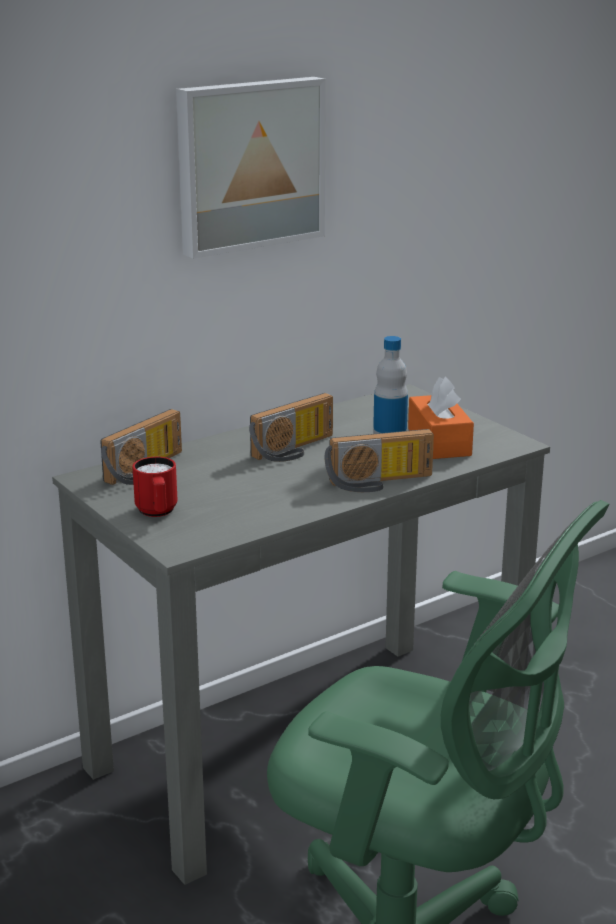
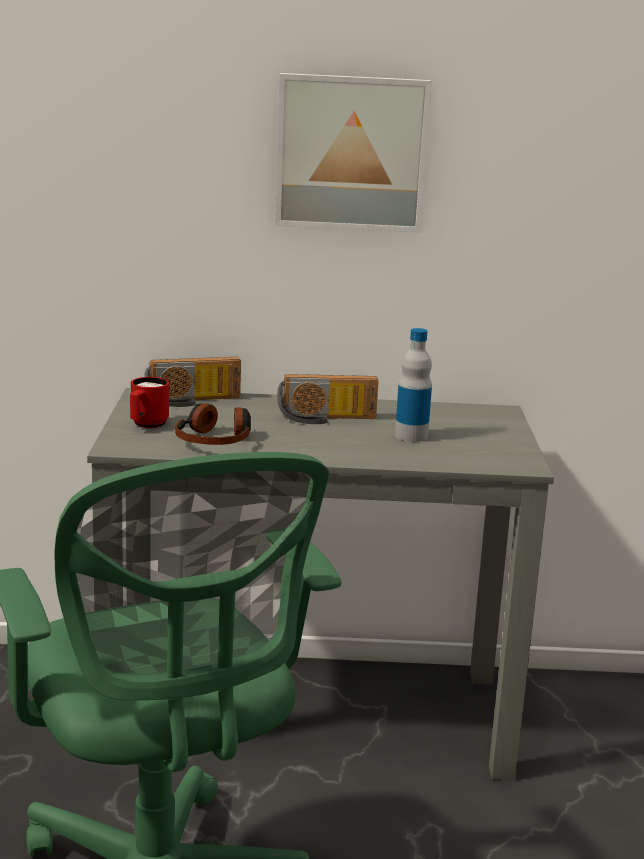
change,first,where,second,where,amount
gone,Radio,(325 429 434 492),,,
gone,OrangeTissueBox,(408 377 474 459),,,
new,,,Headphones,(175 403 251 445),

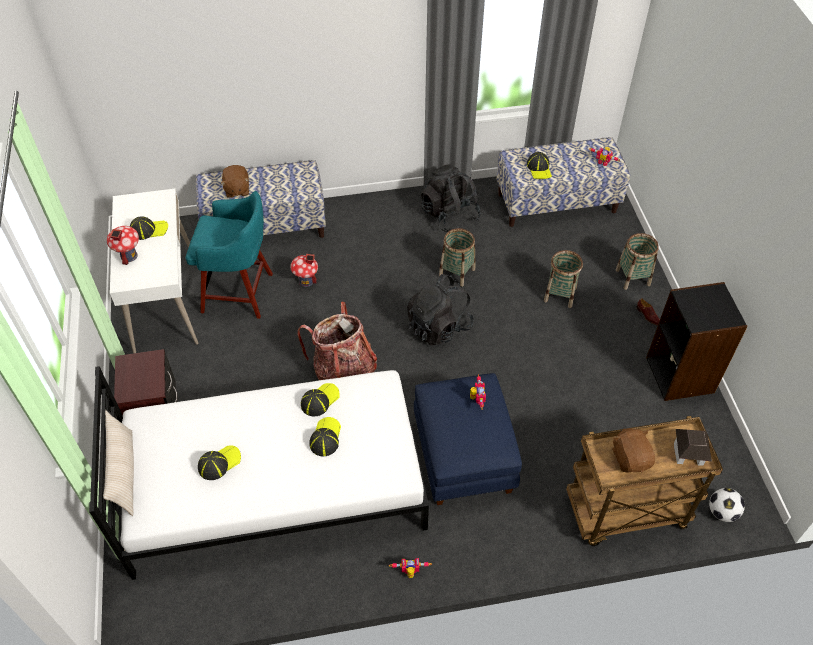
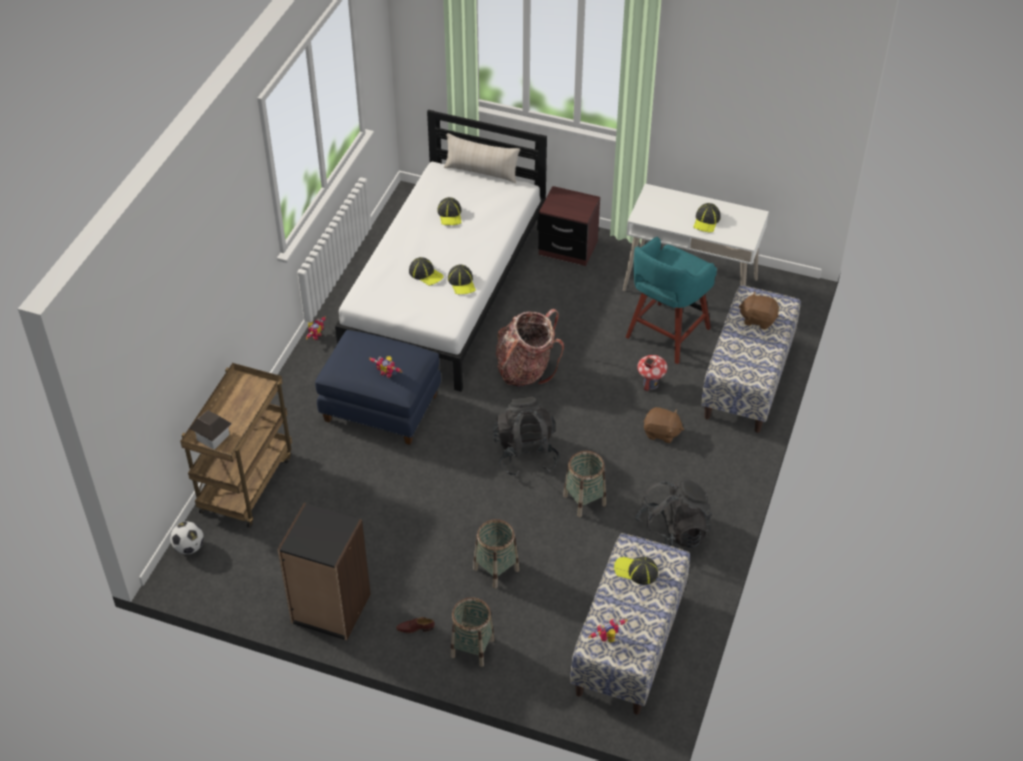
change,first,where,second,where,amount
gone,ToyHouse,(107 226 139 265),,,
shifted,BrownPlushToy,(612 428 655 472),,(644 407 684 443),

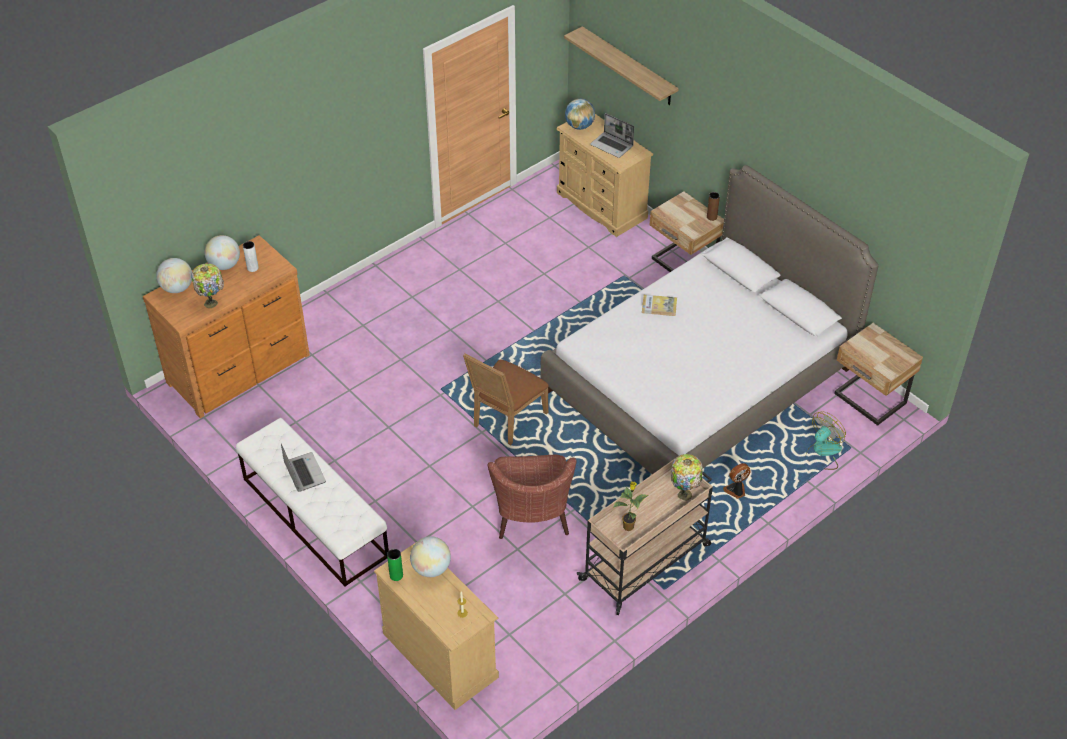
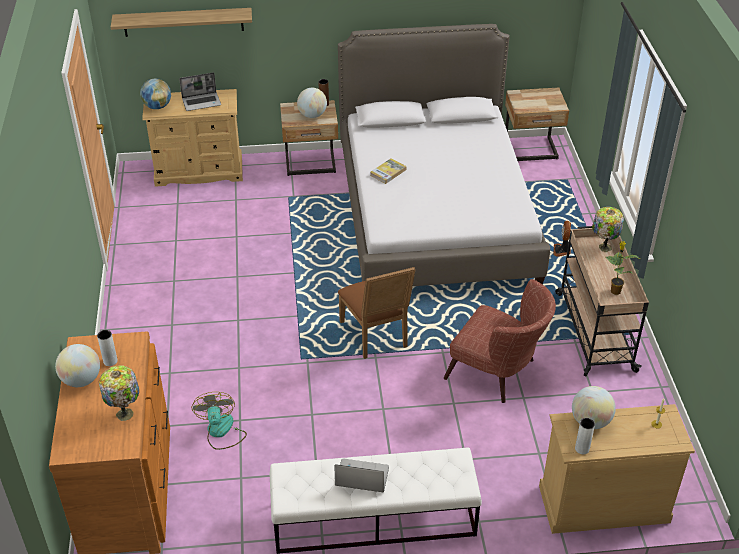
change,first,where,second,where,amount
shifted,Globe,(156 258 192 293),,(297 88 327 118),
shifted,Fan,(808 411 846 470),,(191 392 247 450),
repainted,GreenVase,(387 549 403 581),GreyVase,(575 418 595 454),

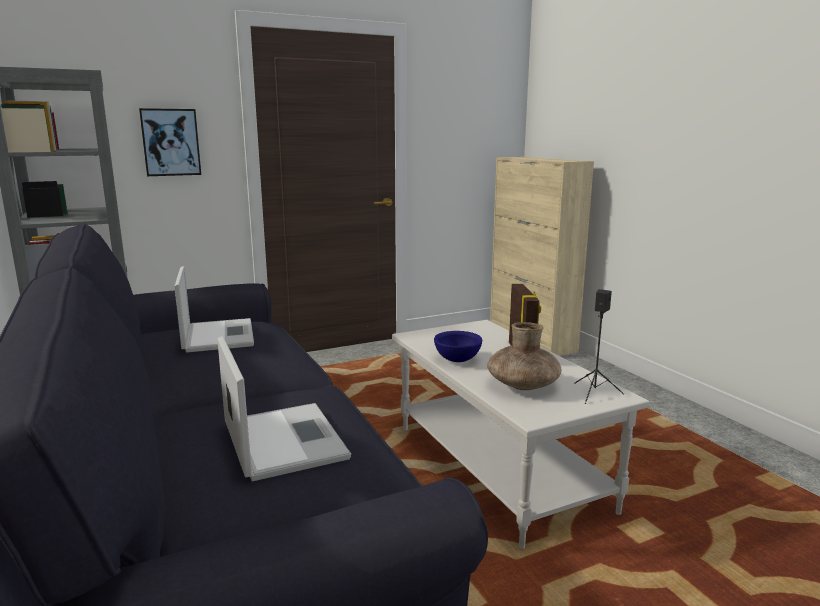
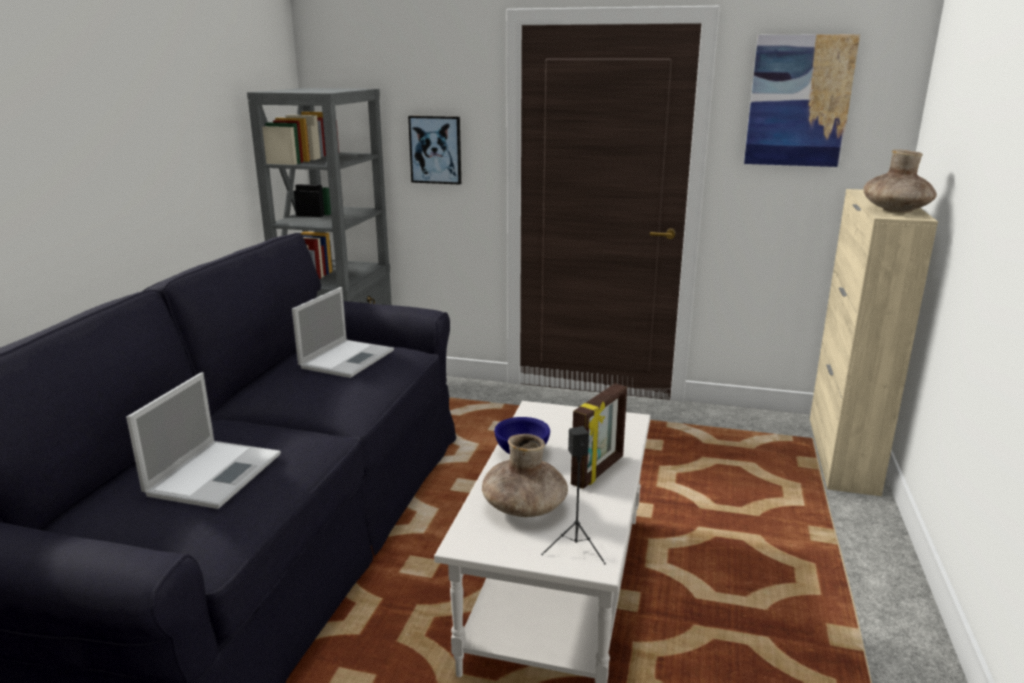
change,first,where,second,where,amount
new,,,Picture,(744 34 860 167),
new,,,BrownVase,(863 149 937 213),

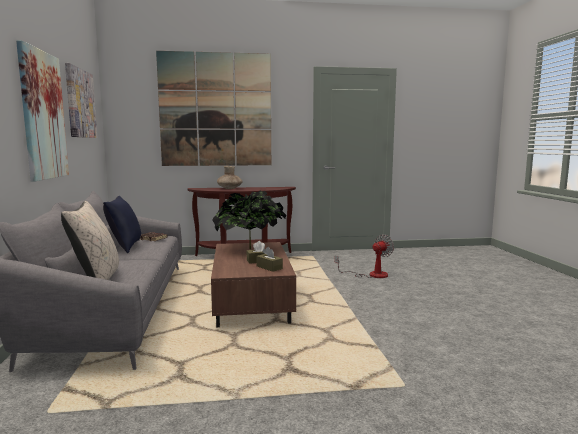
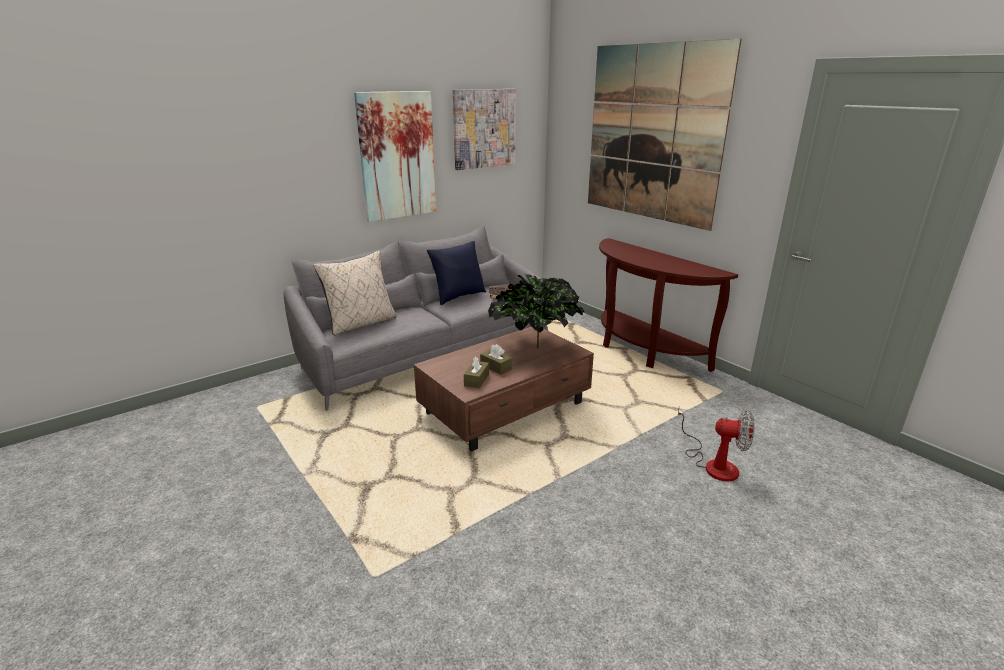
change,first,where,second,where,amount
gone,BrownVase,(217 166 242 189),,,

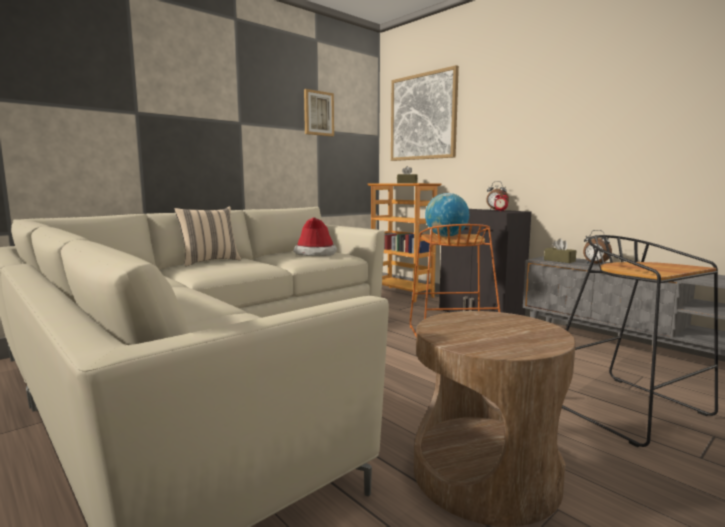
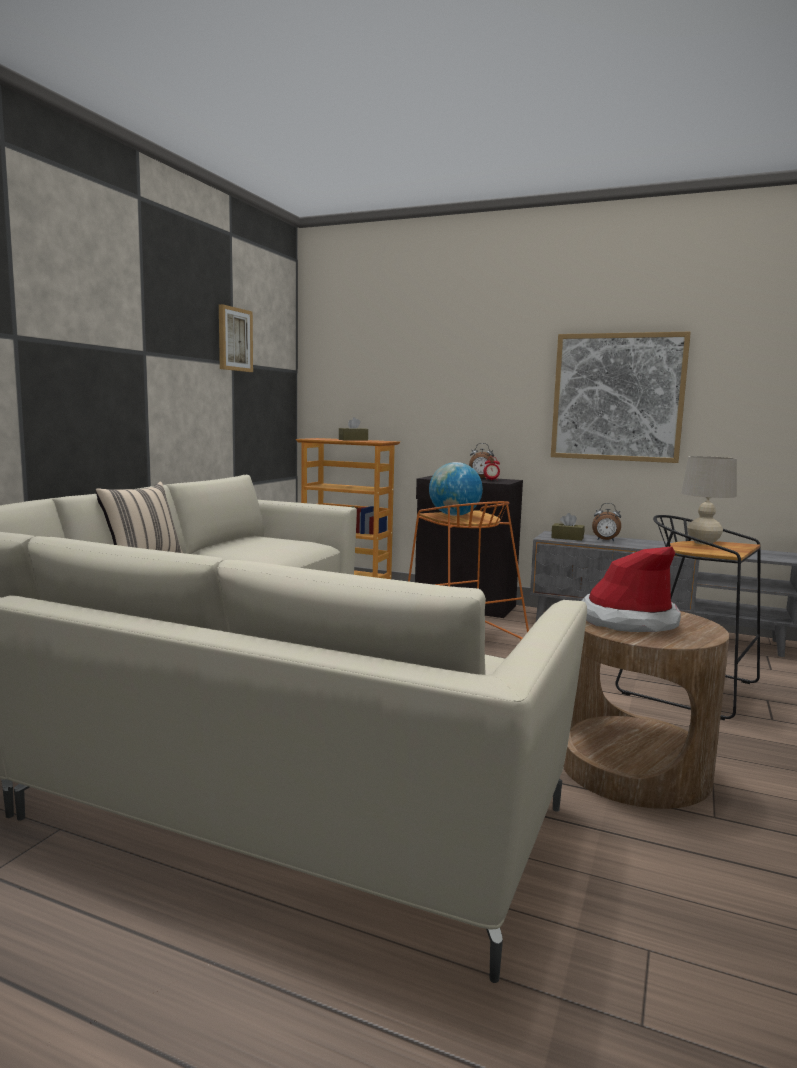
change,first,where,second,where,amount
new,,,BeigeTableLamp,(681 456 737 545),
shifted,Hat,(293 217 337 256),,(582 546 681 632),
shifted,Picture,(391 65 459 161),,(551 332 691 463),

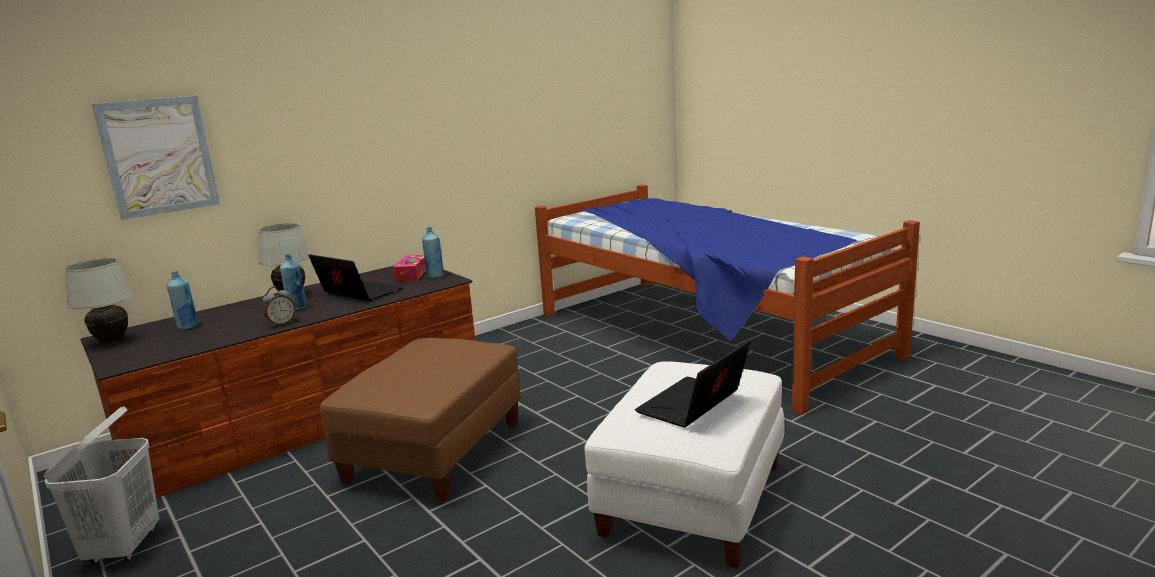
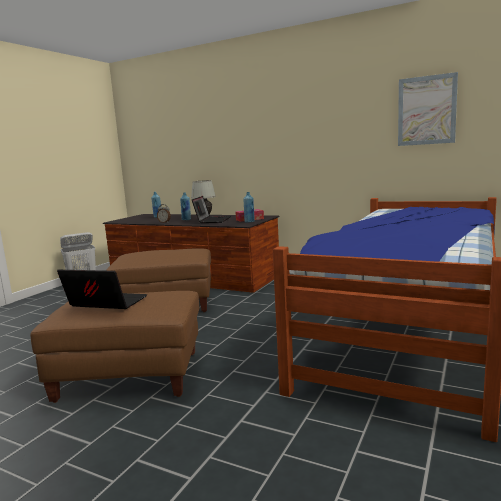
change,first,where,second,where,amount
gone,WhiteTableLamp,(65 258 134 343),,,
shifted,Picture,(92 96 220 220),,(398 72 458 146),
repainted,WhiteOttoman,(584 361 785 568),BrownOttoman,(30 291 199 403),

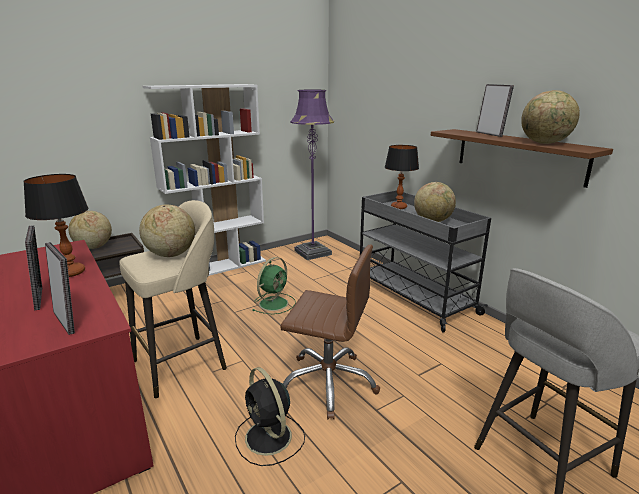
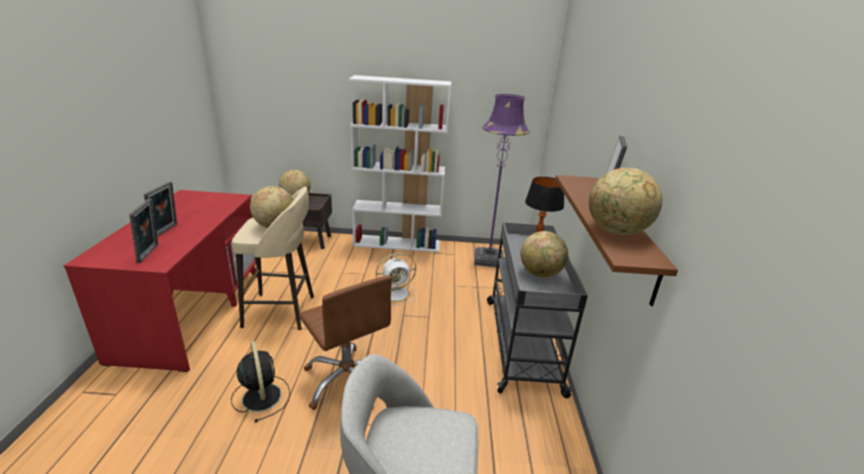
change,first,where,second,where,amount
gone,TableLamp,(23 174 88 277),,,
repainted,GreenFan,(253 257 296 314),WhiteFan,(376 253 416 305),
rotated,BlackFan,(235 367 305 466),,(231 341 290 422),150 degrees clockwise

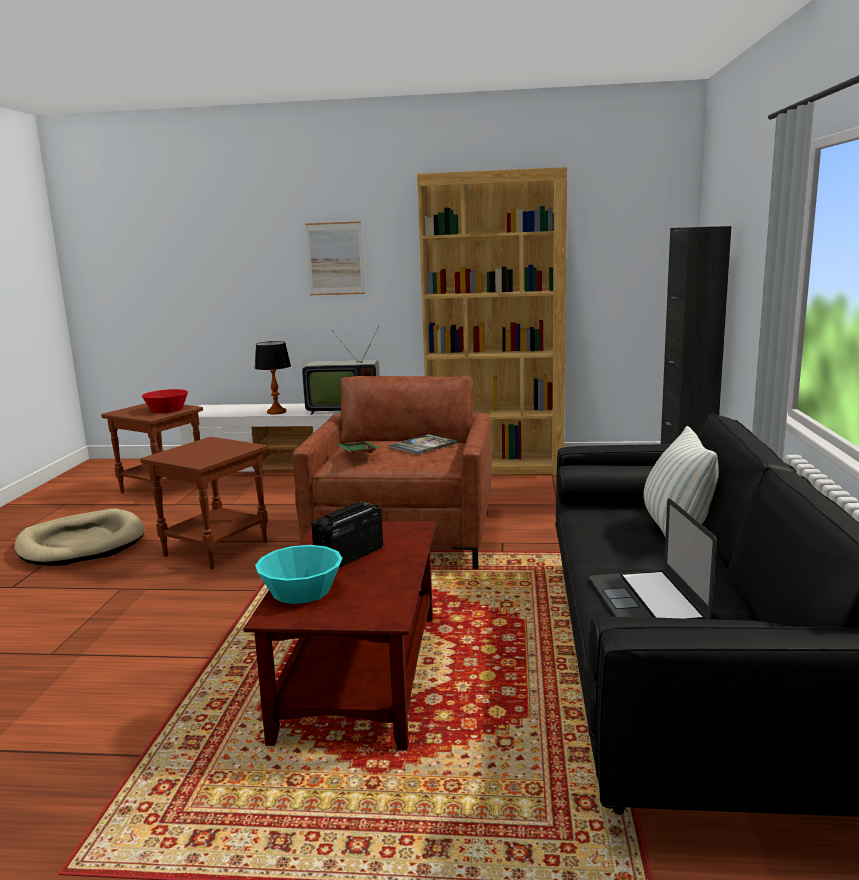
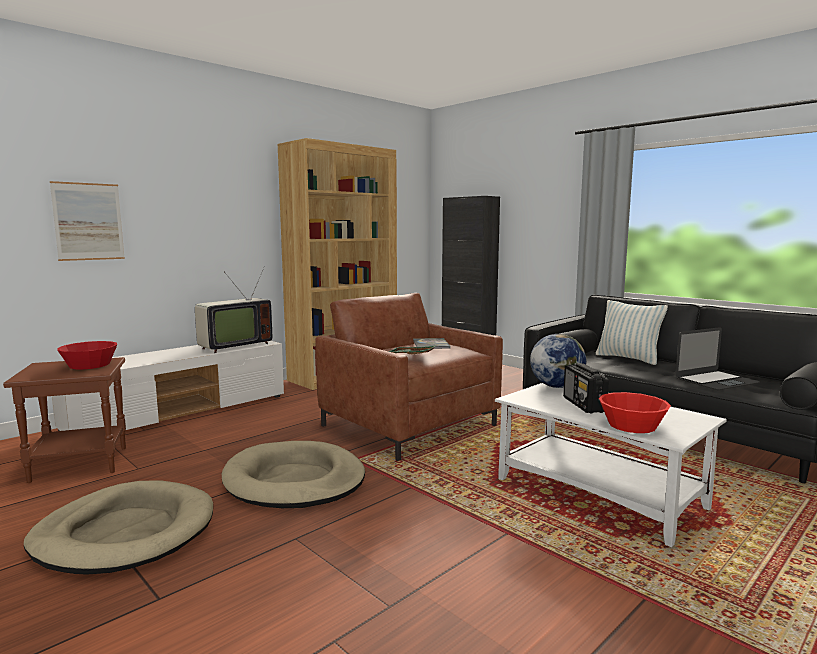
change,first,where,second,where,amount
gone,TableLamp,(254 341 291 414),,,
new,,,Globe,(530 334 586 388),
shifted,Picture,(305 221 365 295),,(50 181 125 261),
swapped,BrownSideTable,(140 437 268 569),BeigeDogBed,(222 441 365 508),
repainted,BrownCoffeeTable,(243 521 436 750),WhiteCoffeeTable,(495 383 727 547),
repainted,TurquoiseBowl,(255 545 343 604),RedBowl,(599 392 671 433),
rotated,Laptop,(589 498 717 619),,(675 327 760 390),60 degrees counterclockwise

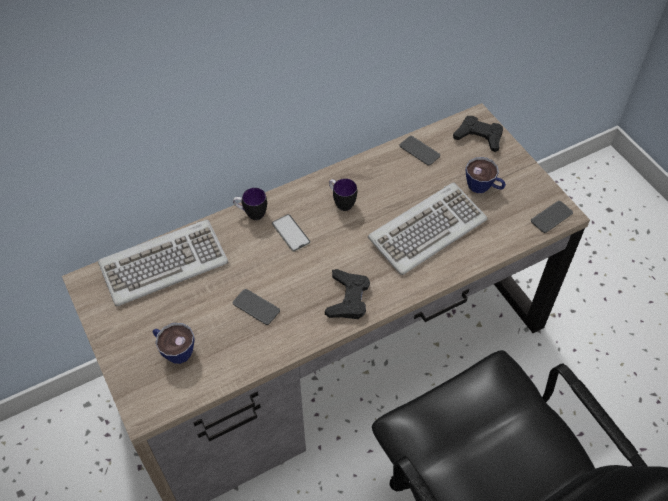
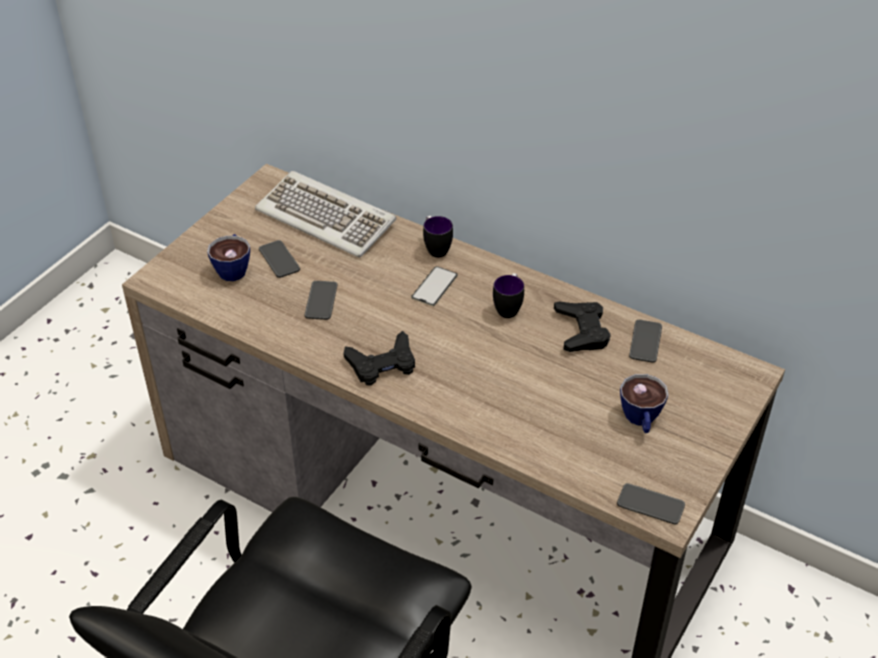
change,first,where,second,where,amount
gone,Keyboard,(368 182 487 275),,,
new,,,Phone,(259 240 300 278),
shifted,BlackGameController,(453 116 503 152),,(554 301 611 352),

